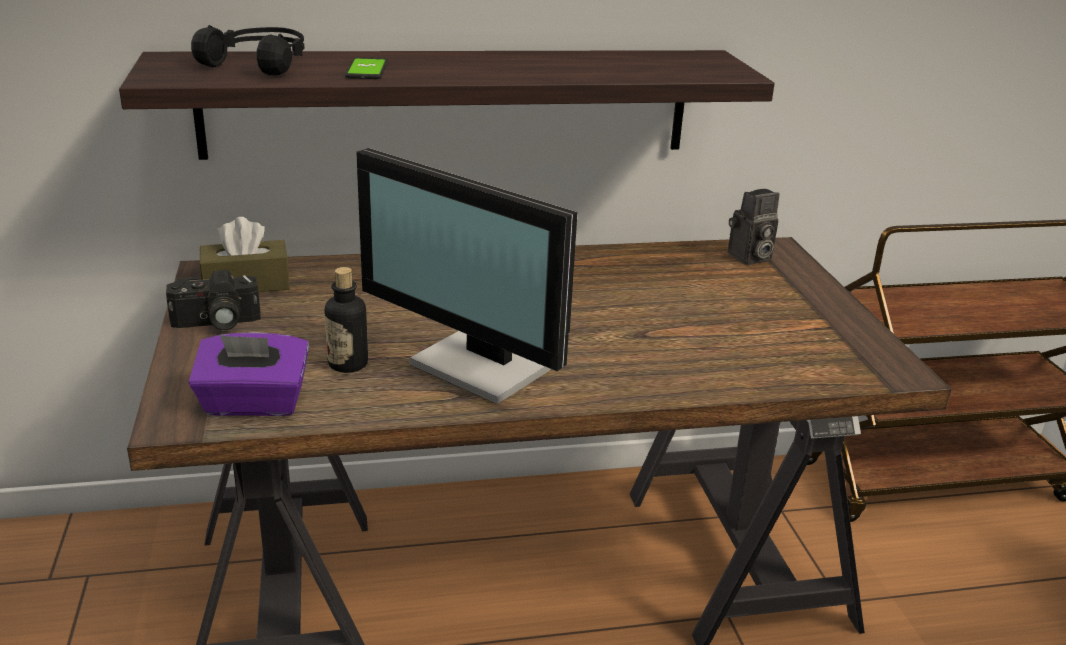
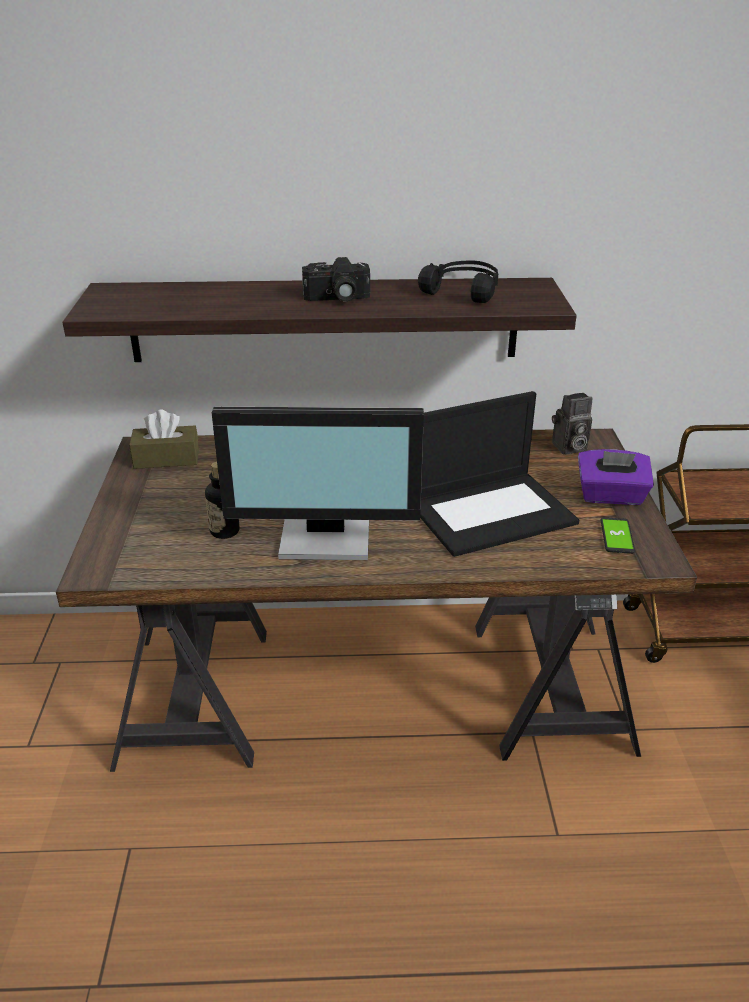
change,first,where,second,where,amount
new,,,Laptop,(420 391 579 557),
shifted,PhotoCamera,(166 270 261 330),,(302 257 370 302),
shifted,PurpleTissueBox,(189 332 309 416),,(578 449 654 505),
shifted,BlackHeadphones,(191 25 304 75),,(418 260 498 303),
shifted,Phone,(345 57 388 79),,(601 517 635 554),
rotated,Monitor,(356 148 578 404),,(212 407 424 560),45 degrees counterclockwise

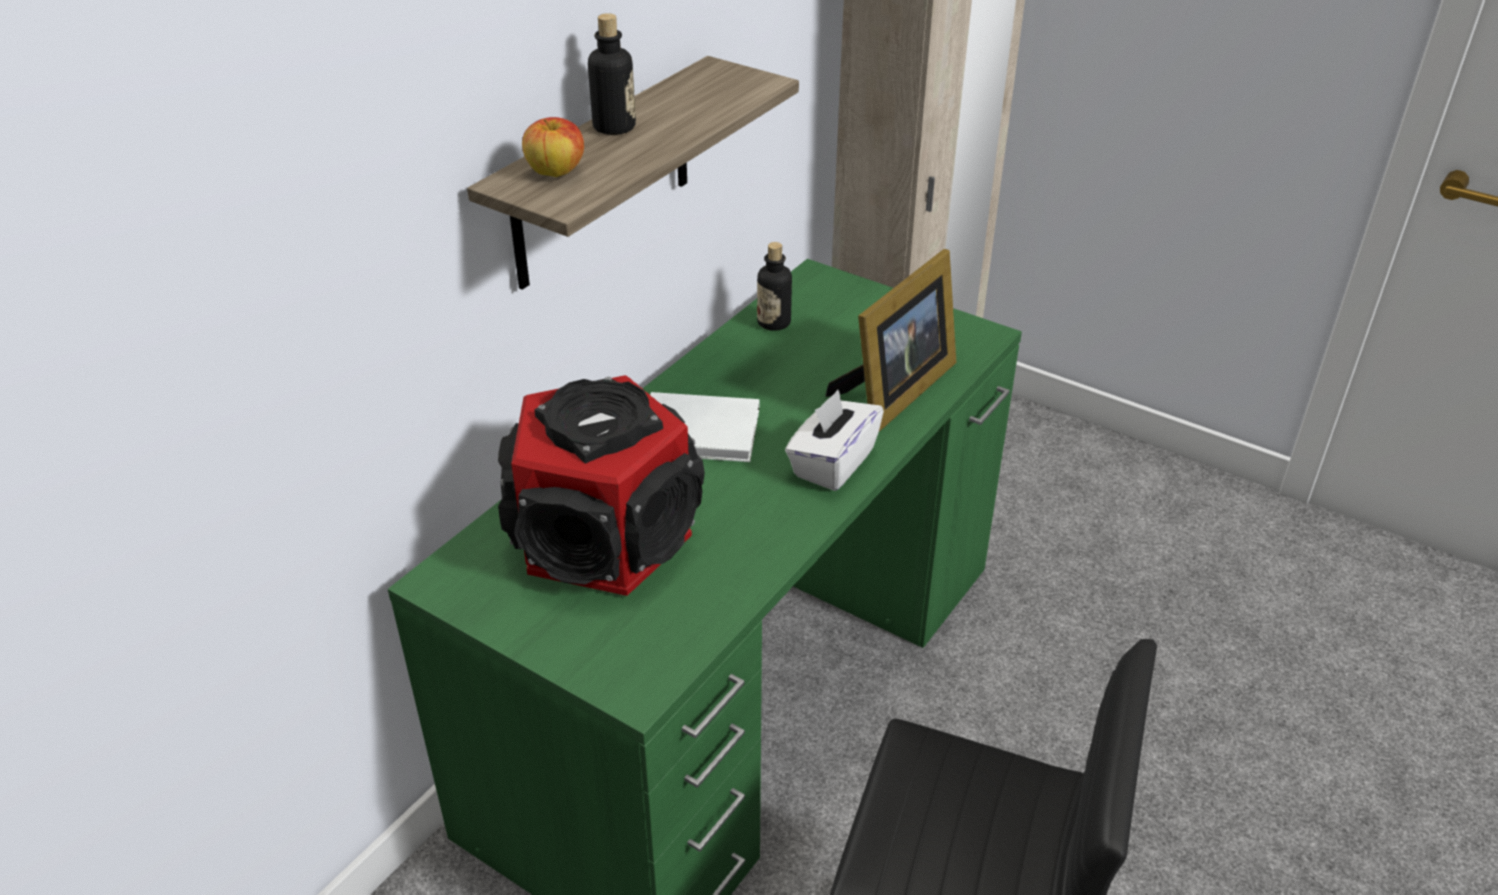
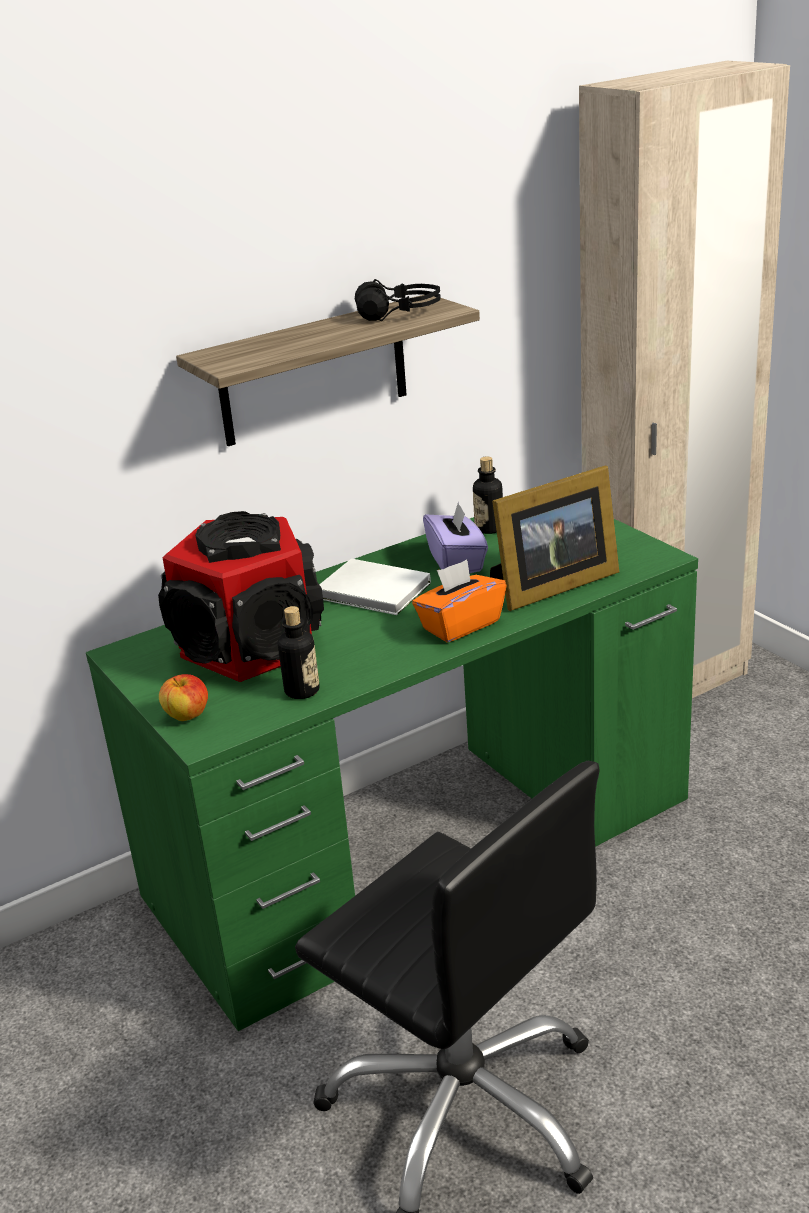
change,first,where,second,where,amount
new,,,BlackHeadphones,(355 279 441 321),
new,,,PurpleTissueBox,(423 501 488 573),
shifted,Apple,(522 117 584 177),,(159 674 208 721),
shifted,Bottle,(588 13 636 135),,(278 606 320 699),
repainted,WhiteTissueBox,(785 389 884 491),OrangeTissueBox,(412 560 507 642),

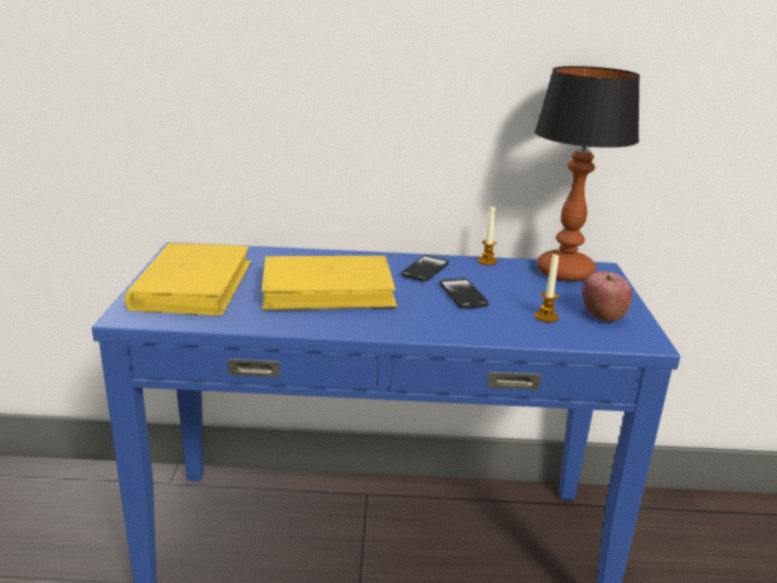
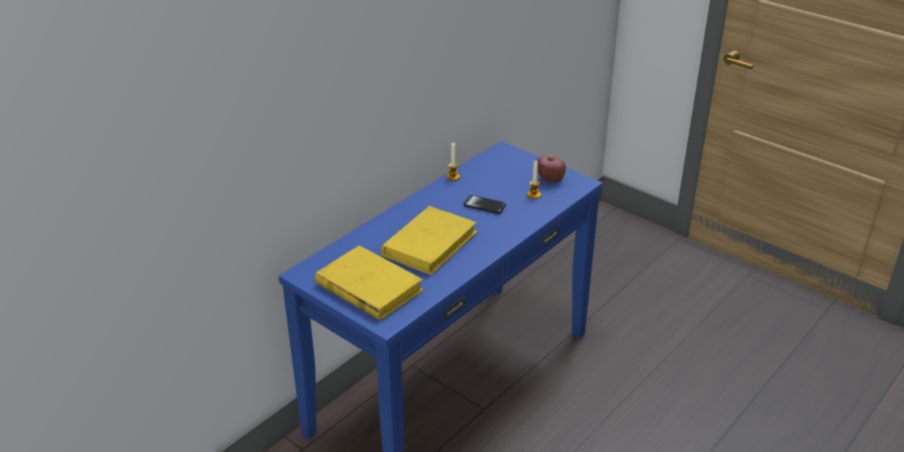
change,first,where,second,where,amount
gone,Phone,(401 255 449 282),,,
gone,TableLamp,(535 66 640 282),,,

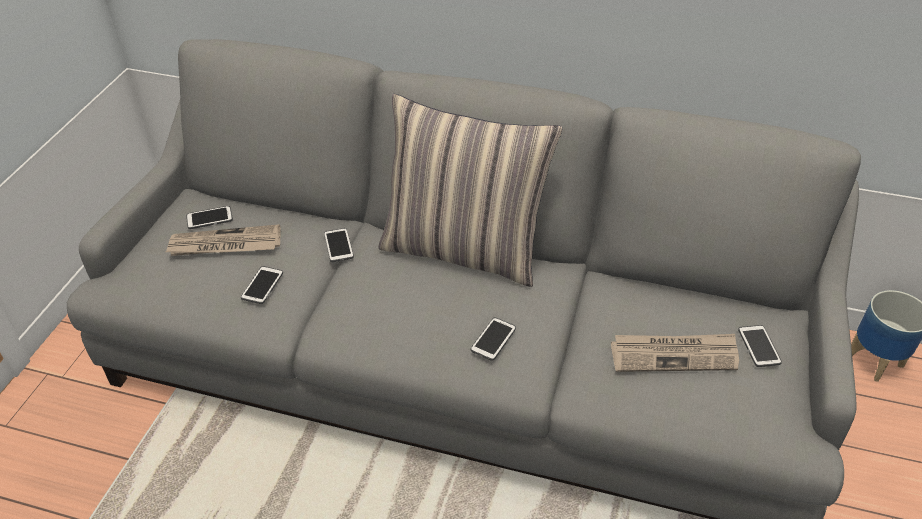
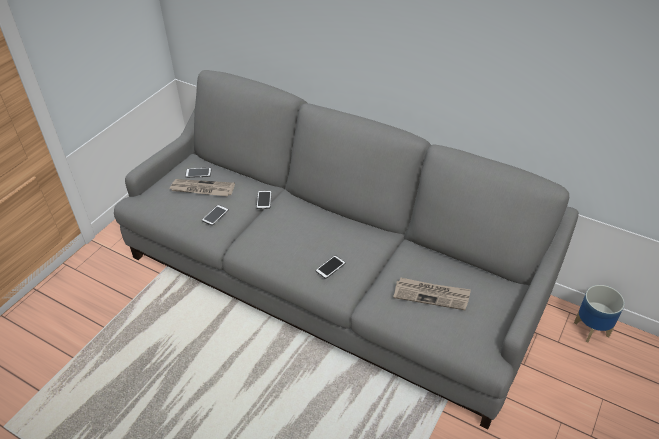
change,first,where,second,where,amount
gone,Pillow,(379 94 562 287),,,
gone,Phone,(738 325 782 367),,,

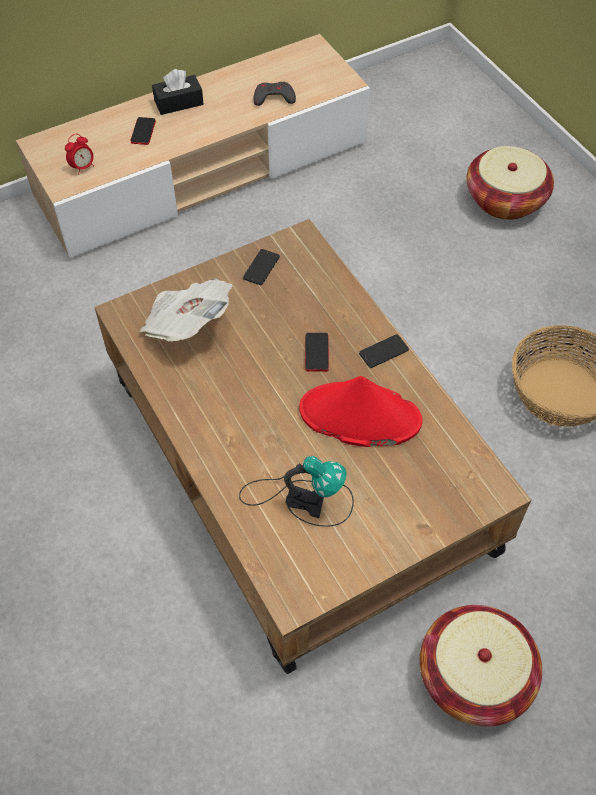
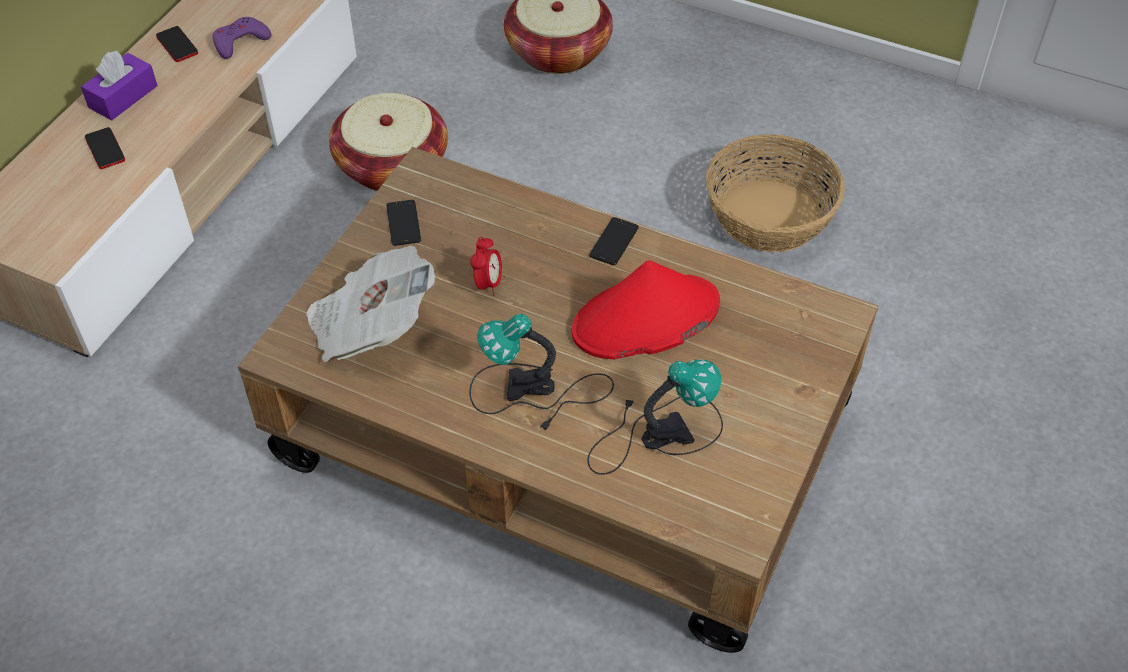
change,first,where,second,where,amount
new,,,TableLamp,(469 313 614 433),
shifted,AlarmClock,(65 134 94 175),,(470 237 502 296),
shifted,Phone,(305 333 329 372),,(156 26 198 62),
shifted,Basket,(420 605 542 727),,(329 93 448 191),
repainted,BlackTissueBox,(152 69 204 115),PurpleTissueBox,(81 51 157 120),
repainted,GreyGameController,(254 82 296 106),PurpleGameController,(213 17 271 59),

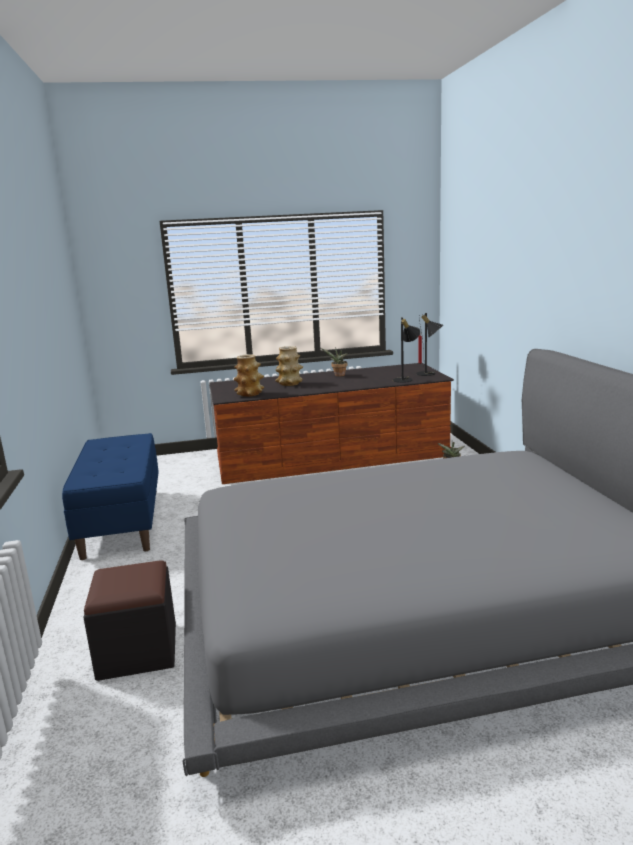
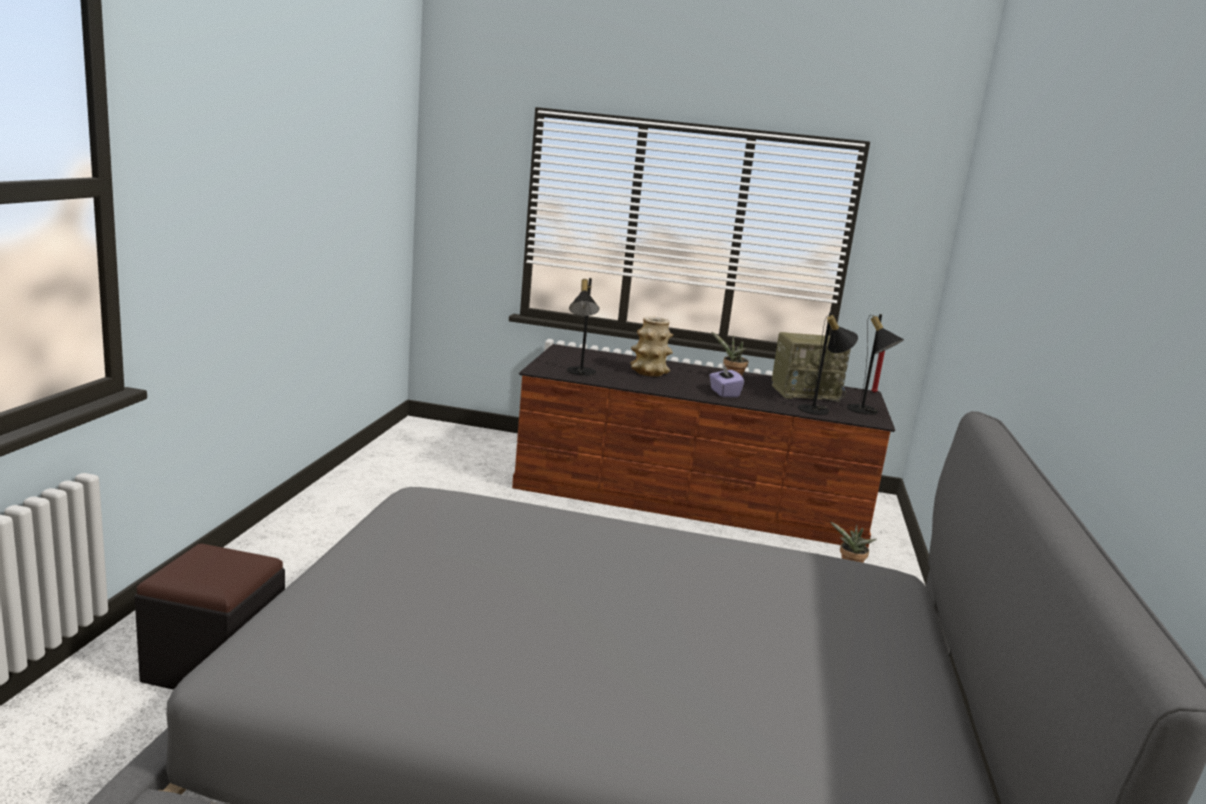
change,first,where,second,where,amount
gone,BlueBench,(62 433 159 560),,,
new,,,PurpleTissueBox,(709 364 744 398),
new,,,Radio,(772 332 851 402),
swapped,Vase,(234 354 264 397),BlackTableLamp,(567 278 599 376),

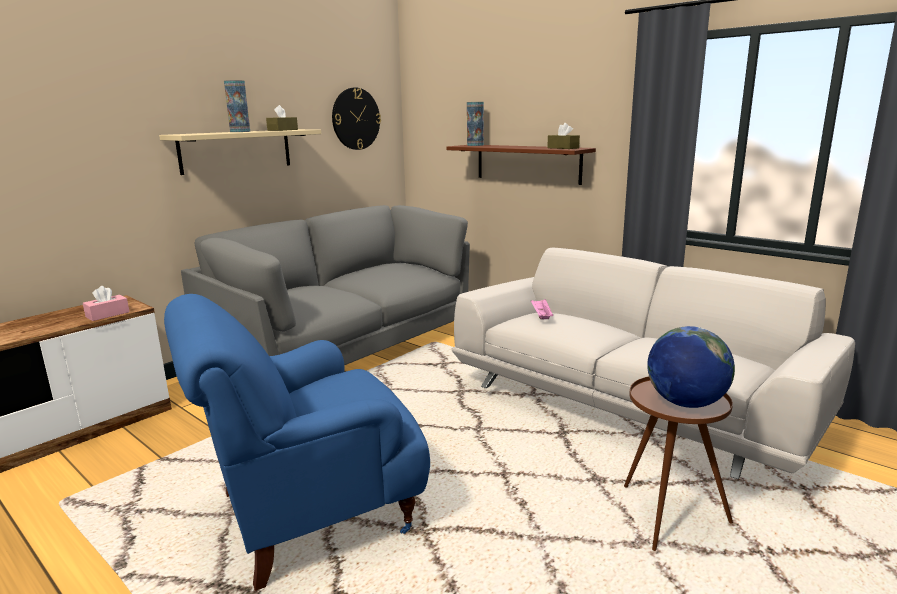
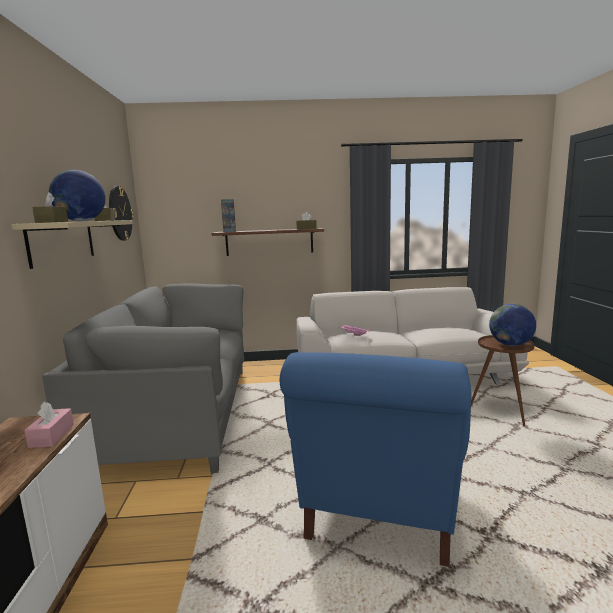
change,first,where,second,where,amount
new,,,BrownTissueBox,(32 192 68 223),
swapped,Vase,(224 80 250 132),Globe,(49 170 106 221),

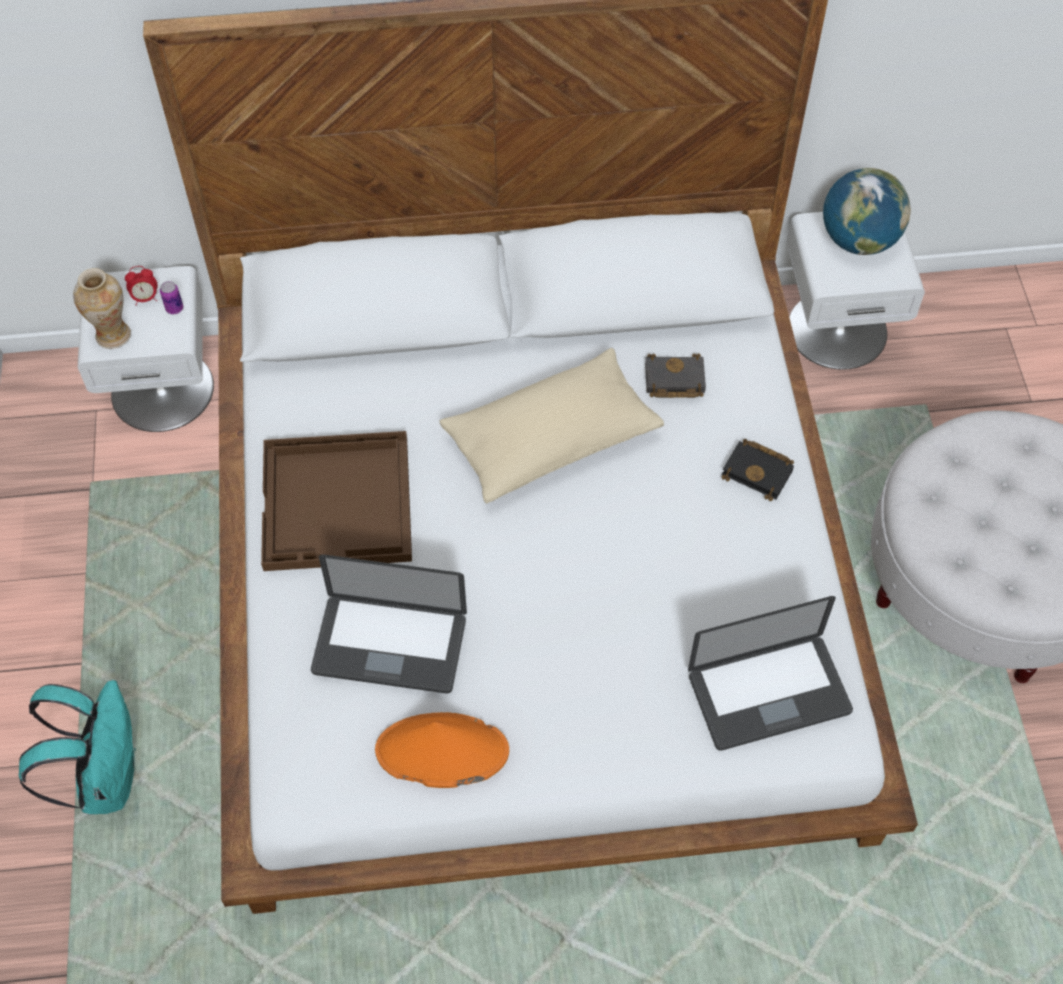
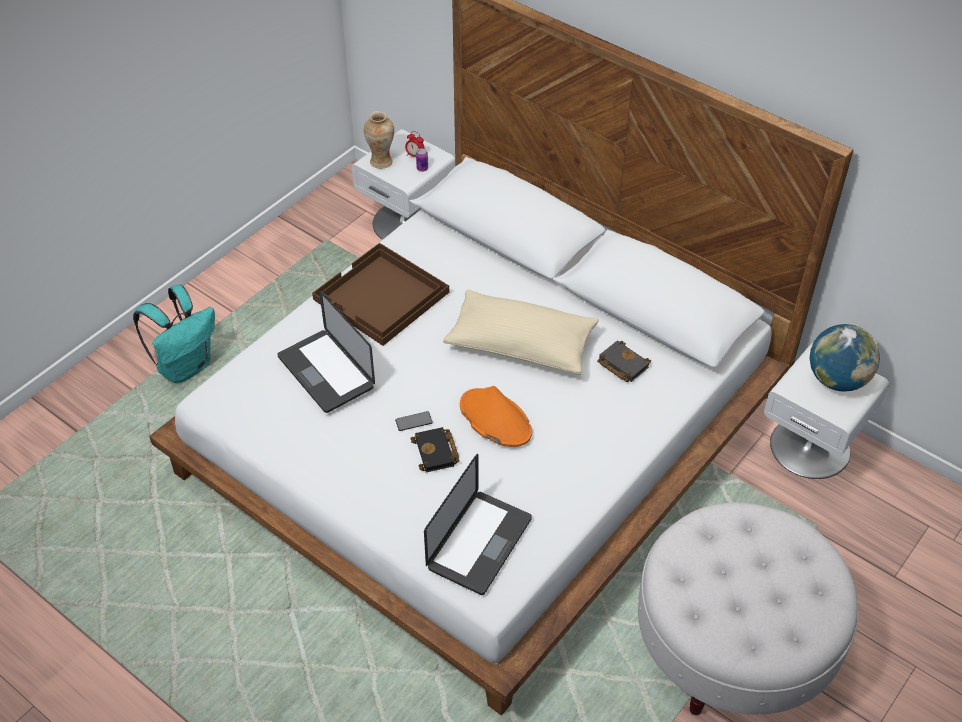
change,first,where,second,where,amount
new,,,Phone,(395 411 433 431),
shifted,OrangeHat,(375 712 509 788),,(460 386 532 447),
shifted,BlackBook,(722 439 794 502),,(410 427 460 472),
rotated,Laptop,(688 596 853 751),,(424 454 532 595),90 degrees counterclockwise

